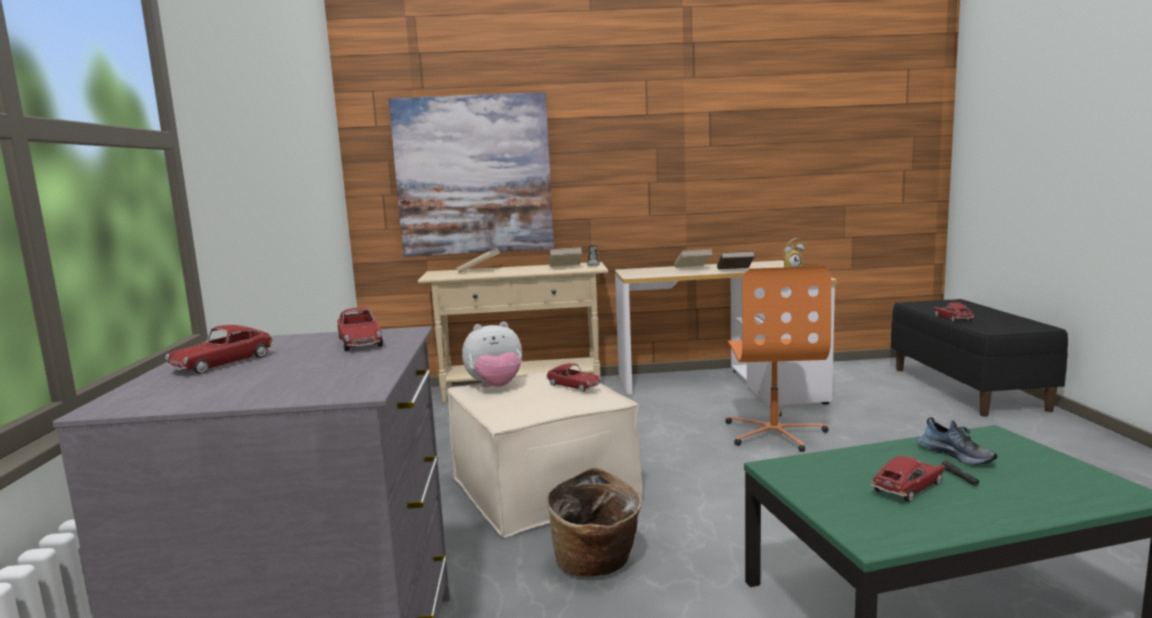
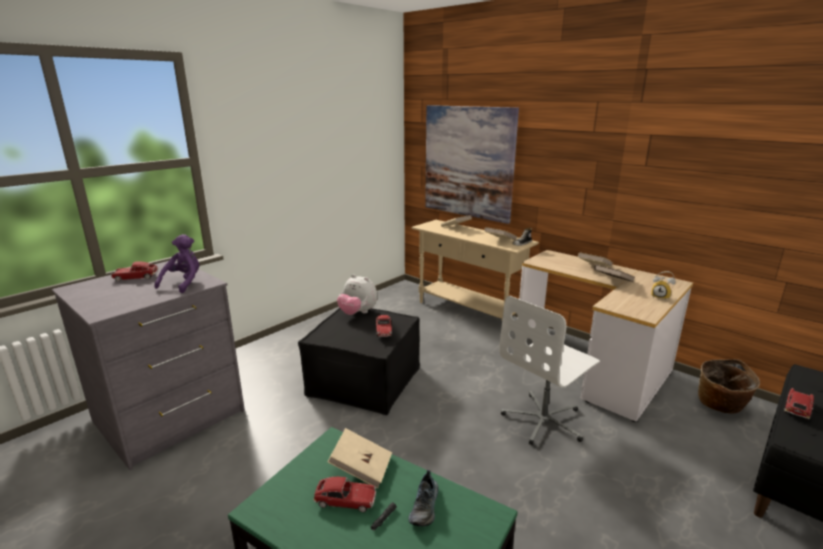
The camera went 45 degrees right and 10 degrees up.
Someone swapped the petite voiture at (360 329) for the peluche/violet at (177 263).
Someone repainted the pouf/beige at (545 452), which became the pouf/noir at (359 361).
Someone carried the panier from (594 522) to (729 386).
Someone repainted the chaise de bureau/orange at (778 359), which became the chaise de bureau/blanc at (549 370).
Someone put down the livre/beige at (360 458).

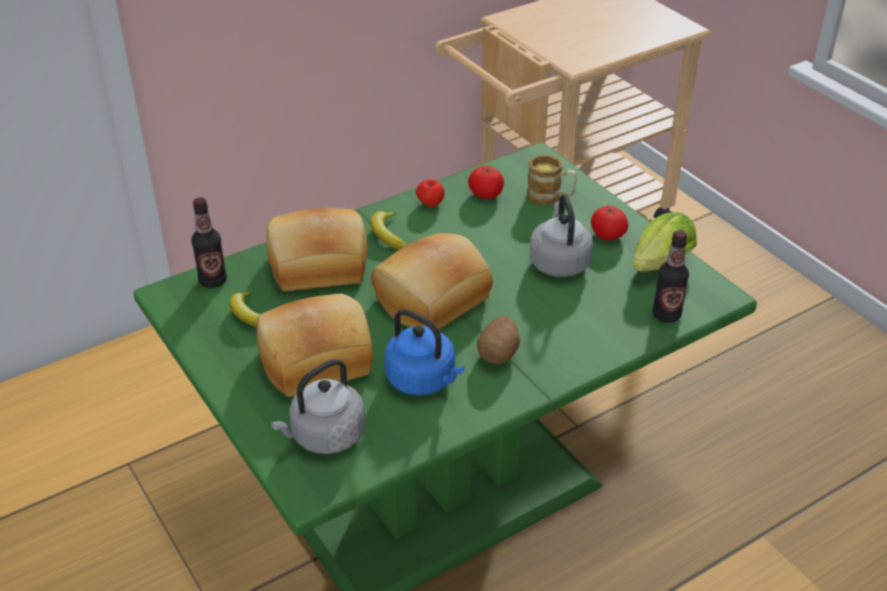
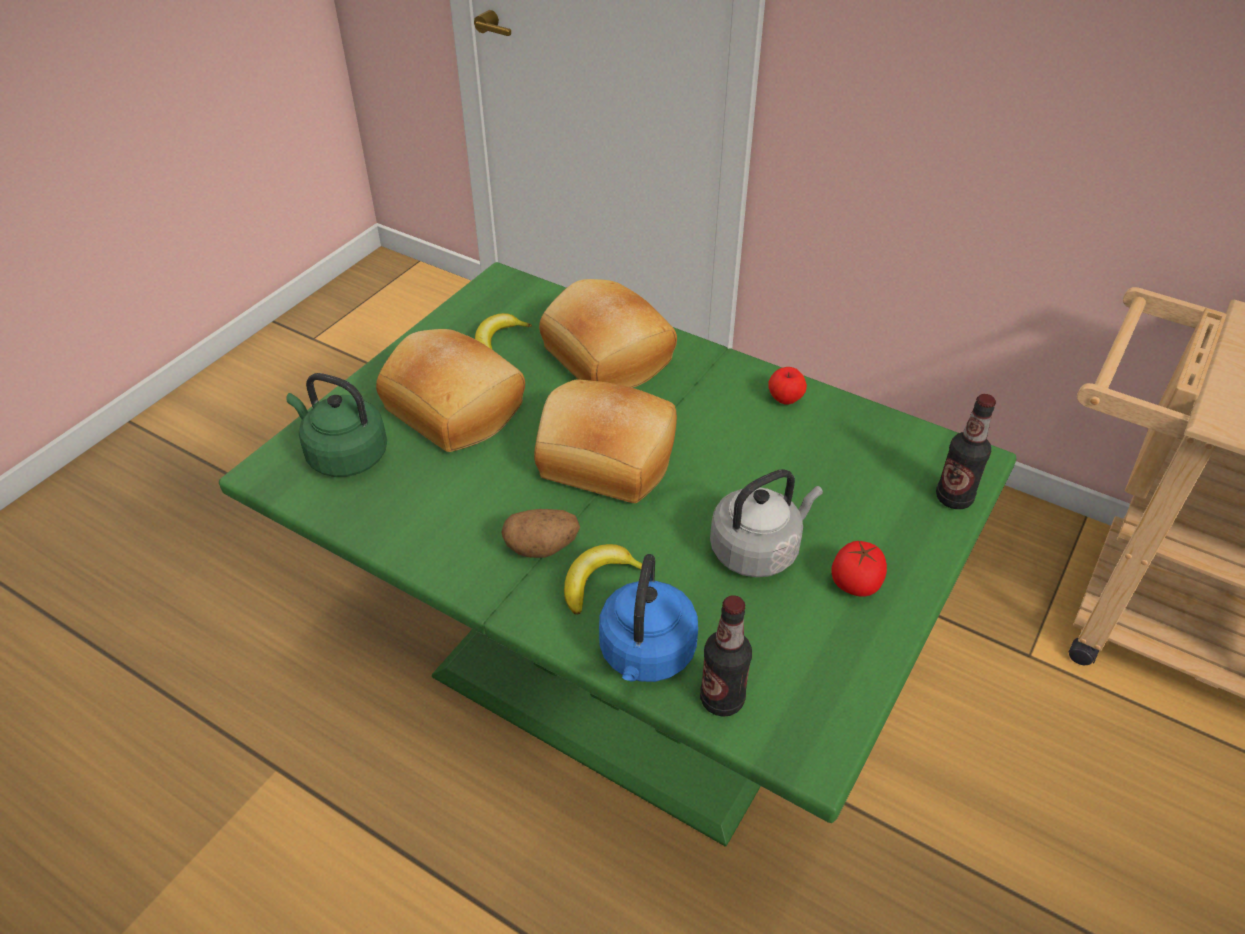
The camera went 65 degrees right and 5 degrees up.
Someone carried the bouteille from (209 242) to (966 451).
Someone repainted the bouilloire/gris at (318 406), which became the bouilloire/vert at (336 425).
Someone carried the banane from (389 230) to (603 579).
Someone carried the bouilloire/bleu from (424 352) to (648 618).
Someone took away the tomate at (486 182).
Someone took away the mug at (552 180).
Someone took away the laitue at (664 242).

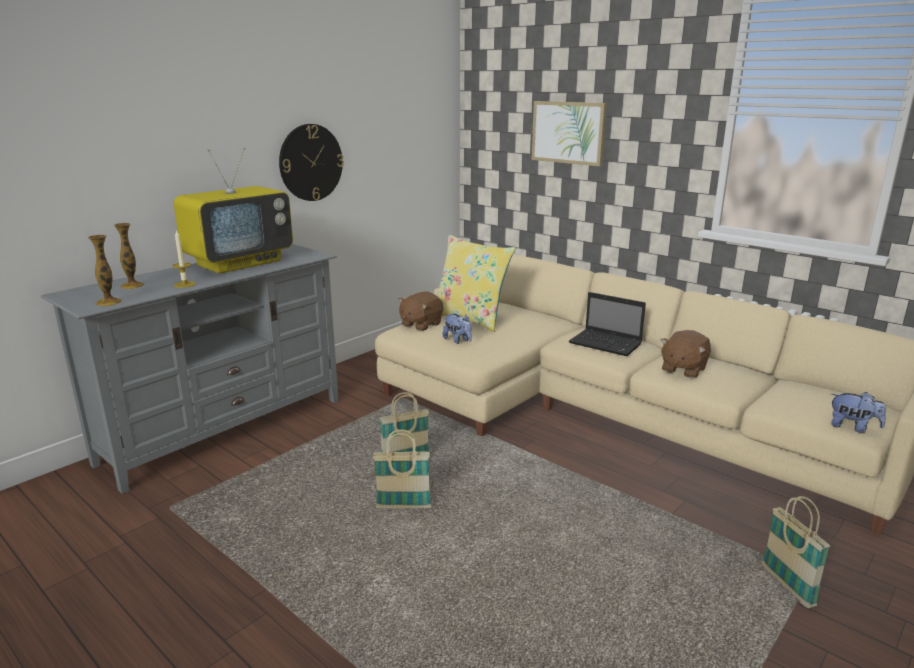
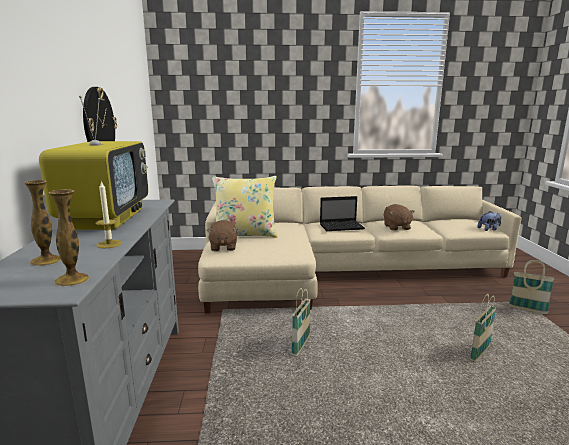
The camera went 45 degrees left and 5 degrees down.
Someone carried the panier from (402 468) to (483 328).
Someone took away the peluche at (457 329).
Someone took away the tableau at (569 133).

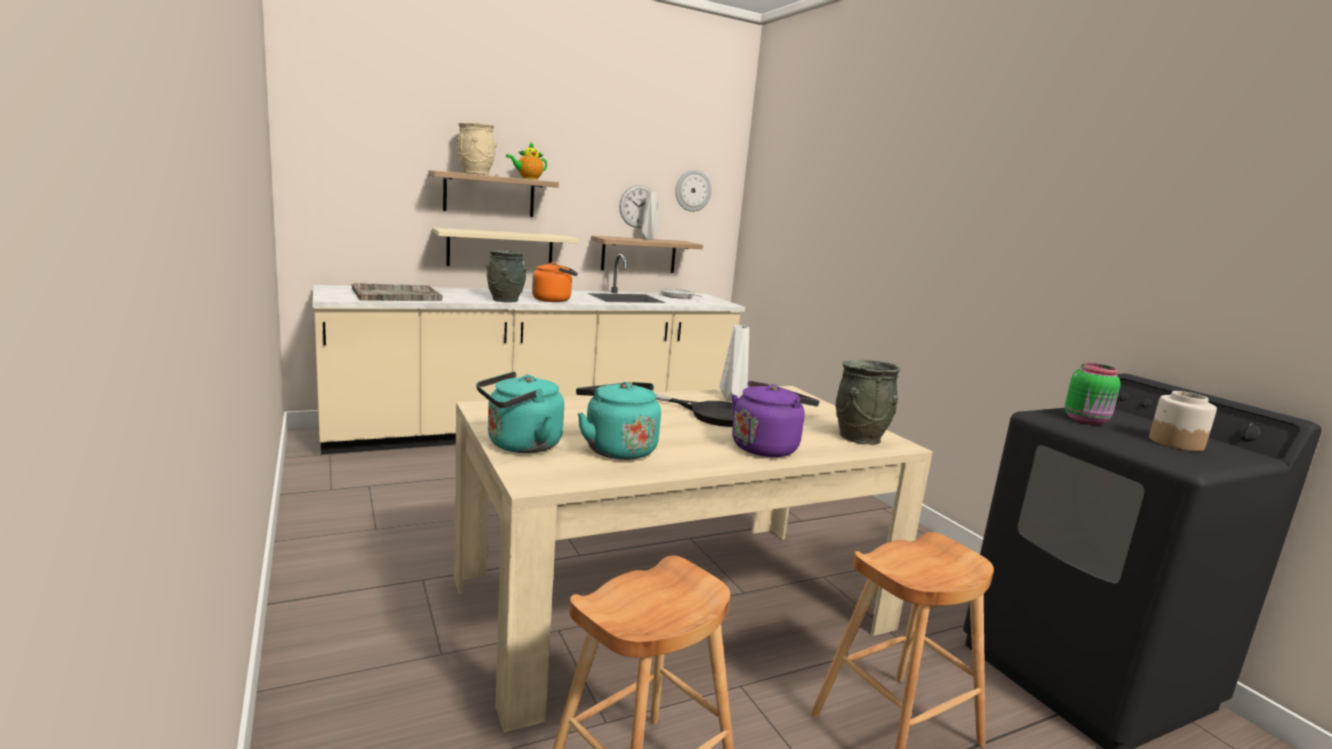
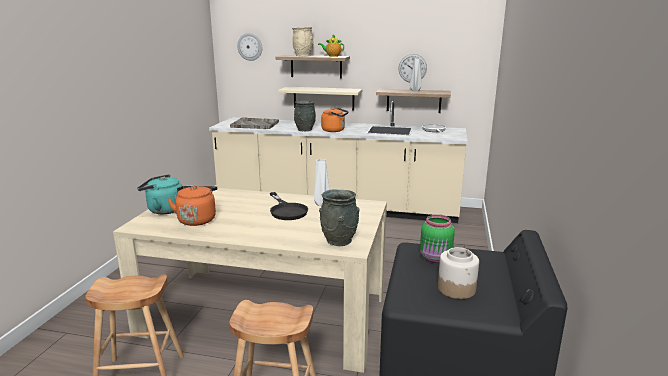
The camera went 40 degrees right and 5 degrees up.
Someone repainted the bouilloire/turquoise at (618 421), which became the bouilloire/orange at (192 206).
Someone carried the horloge murale from (693 191) to (249 47).
Someone took away the bouilloire/violet at (775 419).

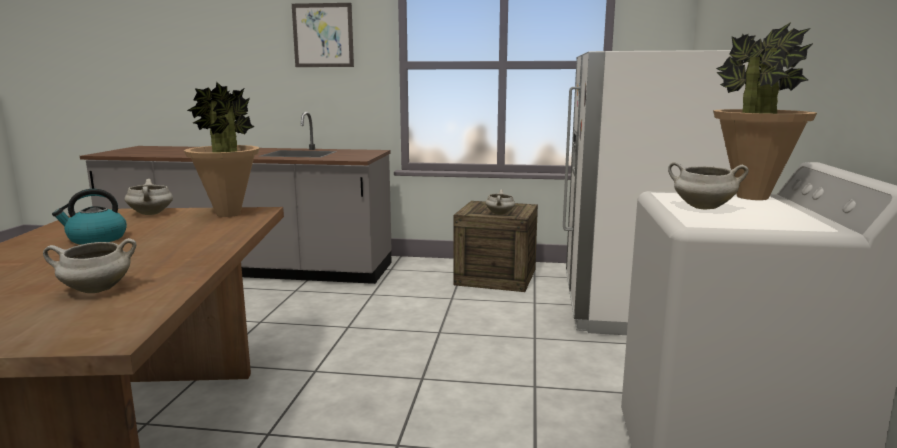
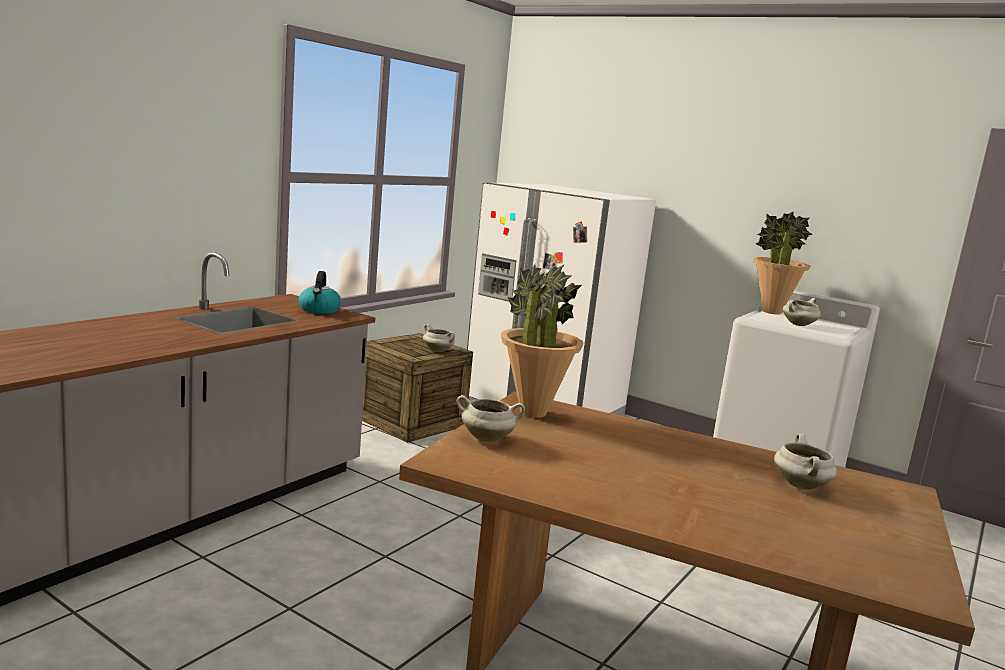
The camera went 65 degrees left and 0 degrees up.
Someone carried the bouilloire from (89 217) to (320 292).
Someone took away the tableau at (323 35).

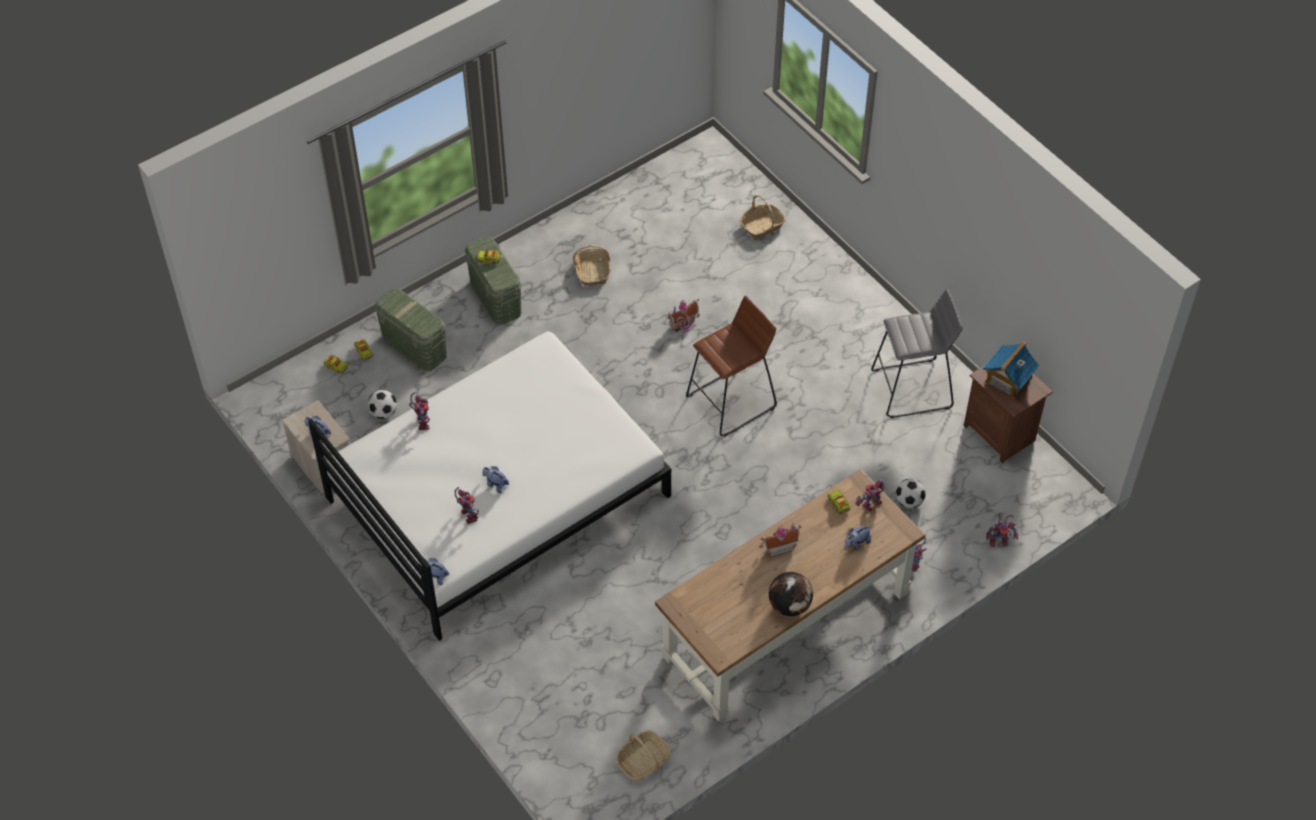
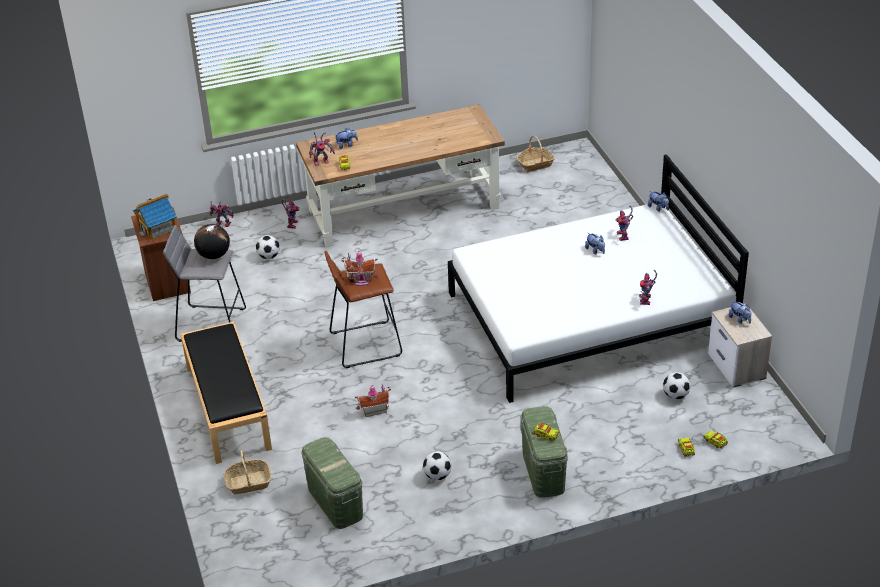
The camera went 160 degrees left and 15 degrees down.
Someone carried the boîte de rangement/vert from (411 330) to (332 483).
Someone swapped the panier at (592 265) for the ballon de foot at (437 465).
Someone carried the maison miniature from (780 540) to (359 268).
Someone carried the globe from (791 594) to (212 241).
Someone put down the banc/noir at (226 393).

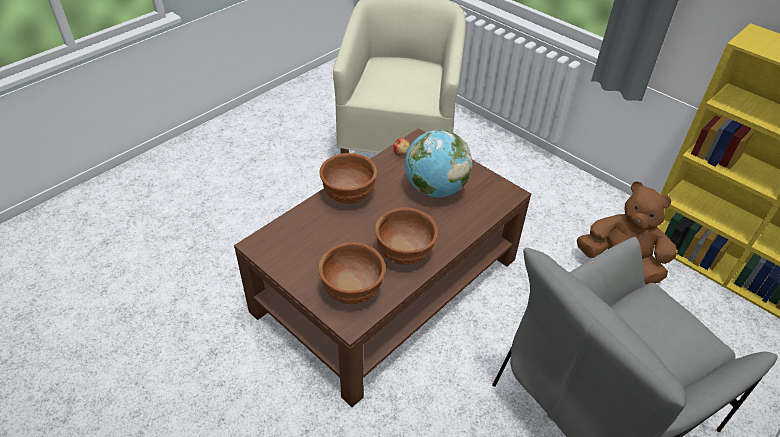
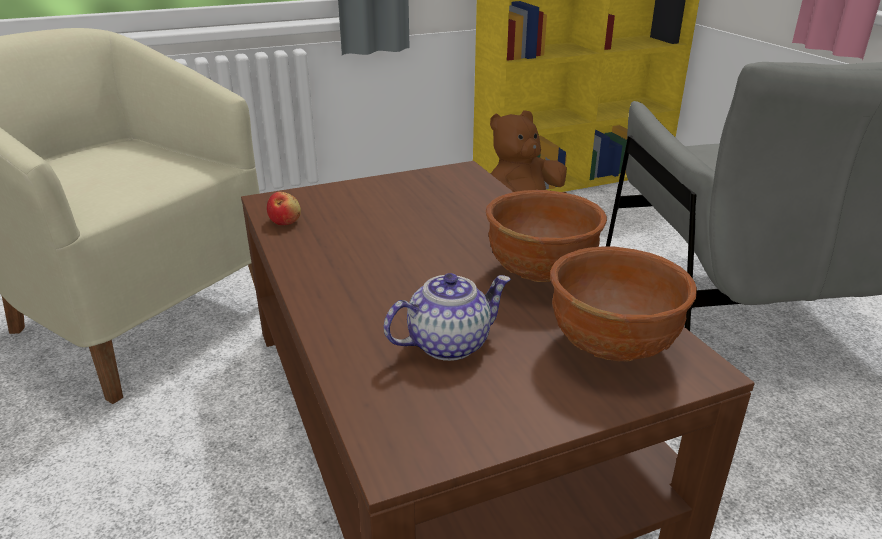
The camera went 65 degrees left and 15 degrees down.
Someone took away the bol/marron at (348 178).
Someone took away the globe at (438 163).
Someone put down the théière at (447 317).

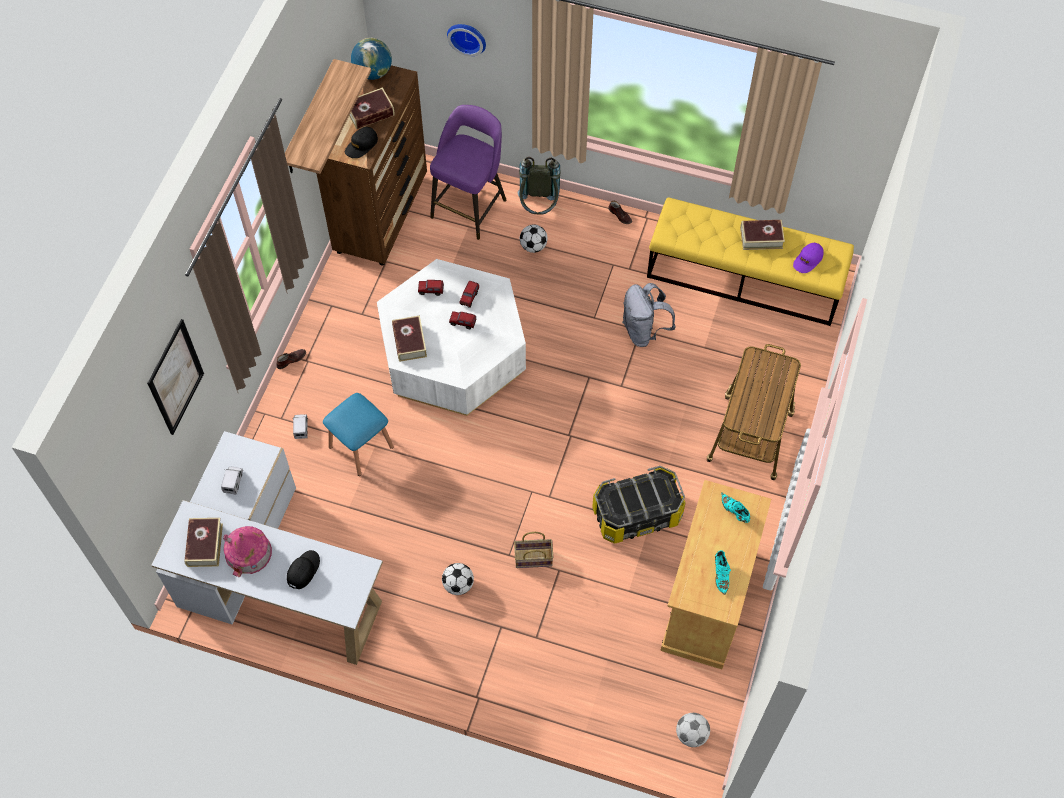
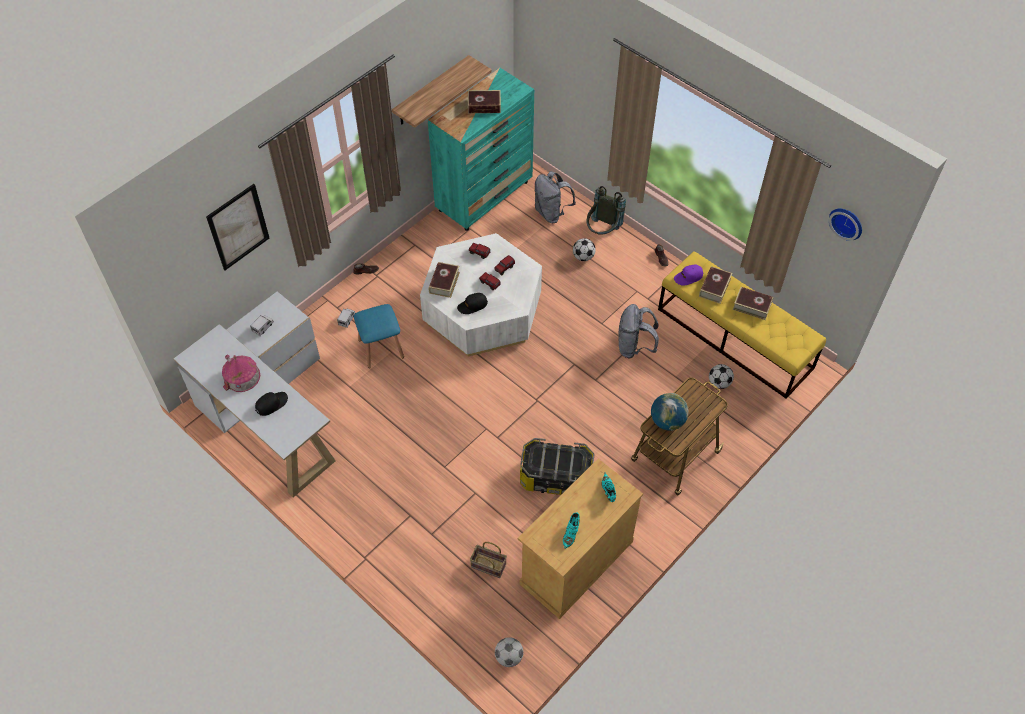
The camera went 25 degrees right and 5 degrees down.
Someone carried the livre from (203 542) to (715 285).
Someone repainted the commode/marron at (371 165), which became the commode/turquoise at (481 149).
Someone carried the casquette/noir from (361 142) to (472 303).
Someone carried the globe from (371 59) to (670 412).
Someone swapped the tabouret/violet at (468 172) for the sac à dos/gris at (555 197).
Someone carried the ballon de foot from (458 579) to (721 376).
Someone carried the horloge murale from (466 40) to (845 224).
Someone carried the panier from (533 550) to (488 560).
Someone carried the casquette/violet from (808 258) to (688 275).

